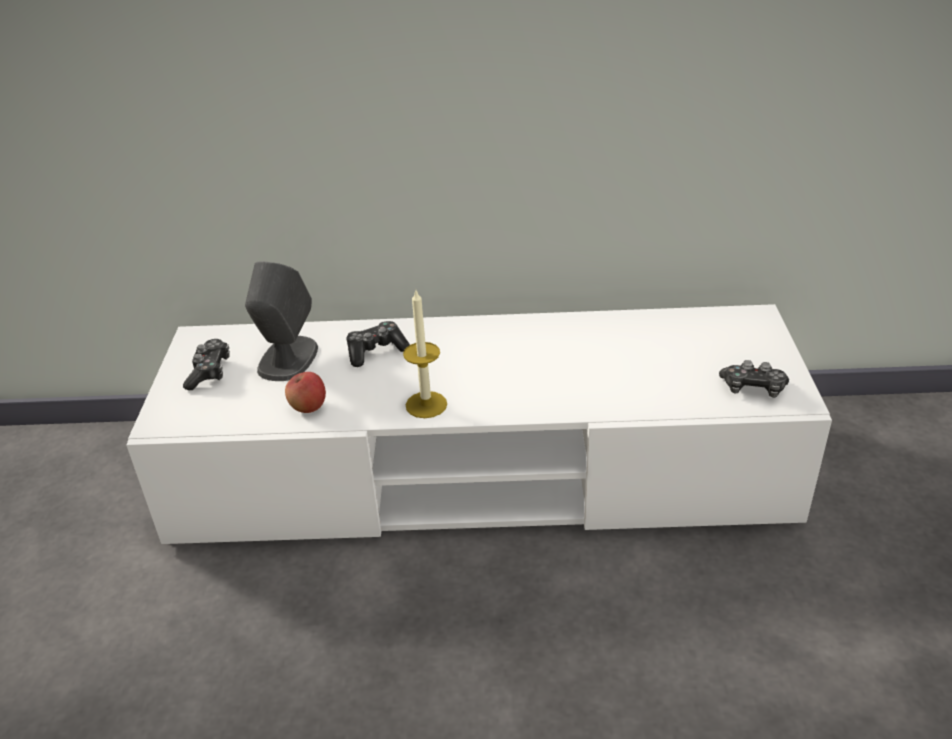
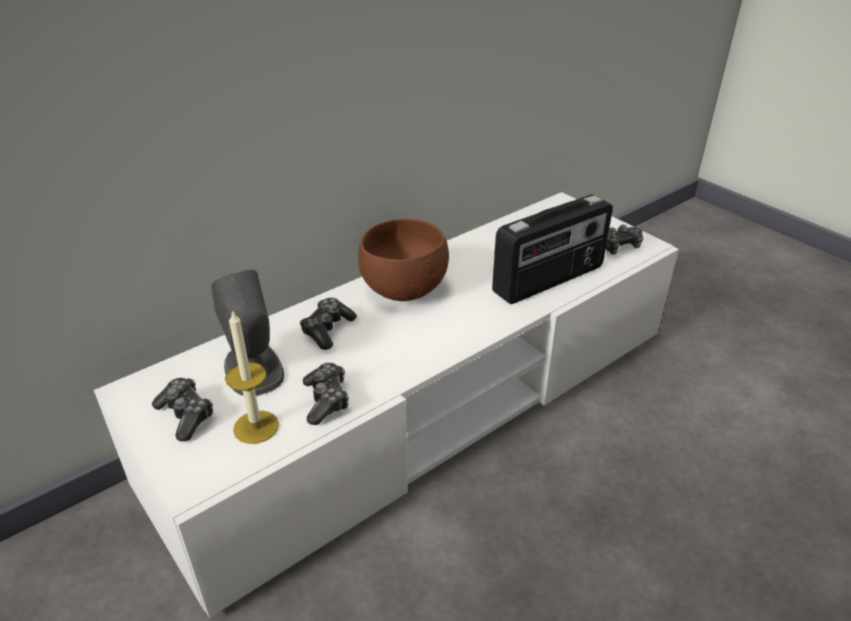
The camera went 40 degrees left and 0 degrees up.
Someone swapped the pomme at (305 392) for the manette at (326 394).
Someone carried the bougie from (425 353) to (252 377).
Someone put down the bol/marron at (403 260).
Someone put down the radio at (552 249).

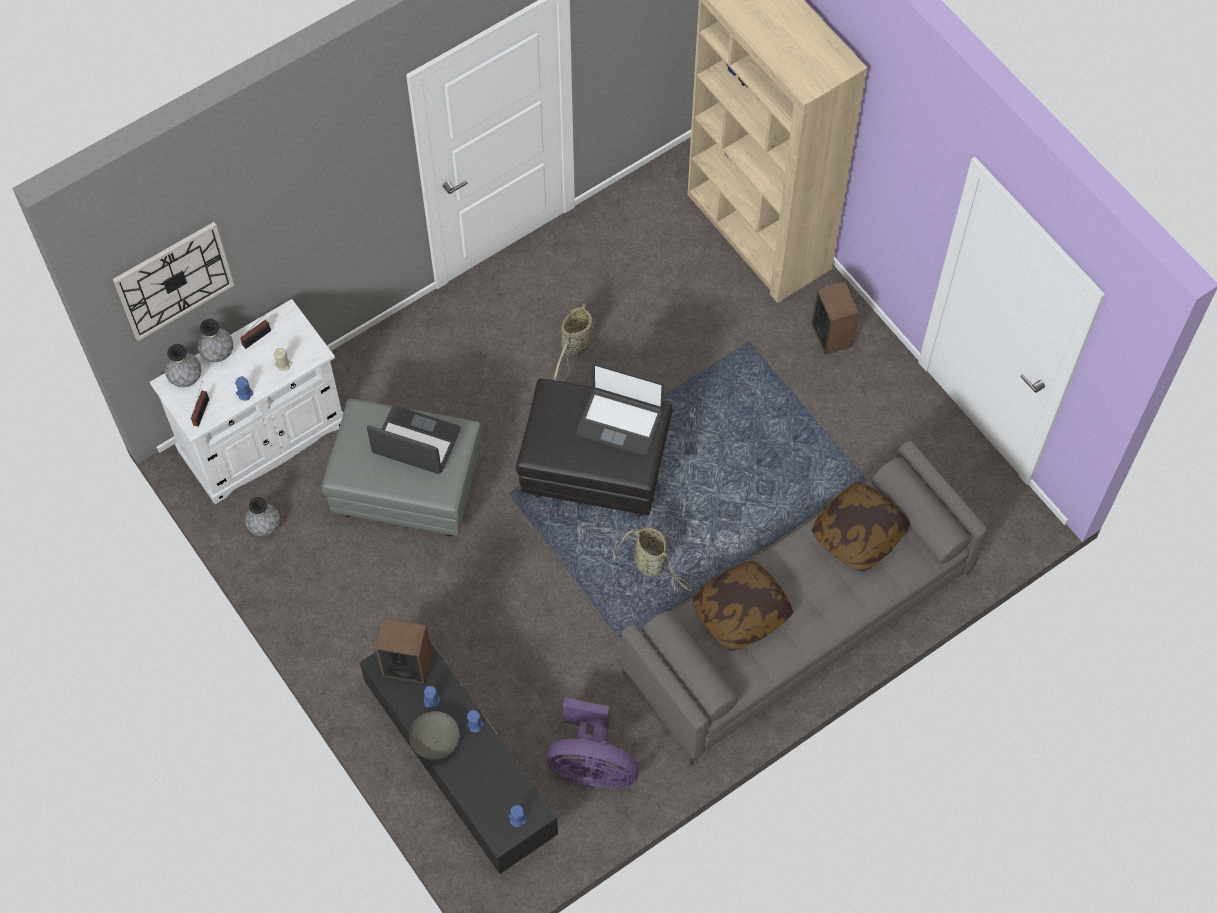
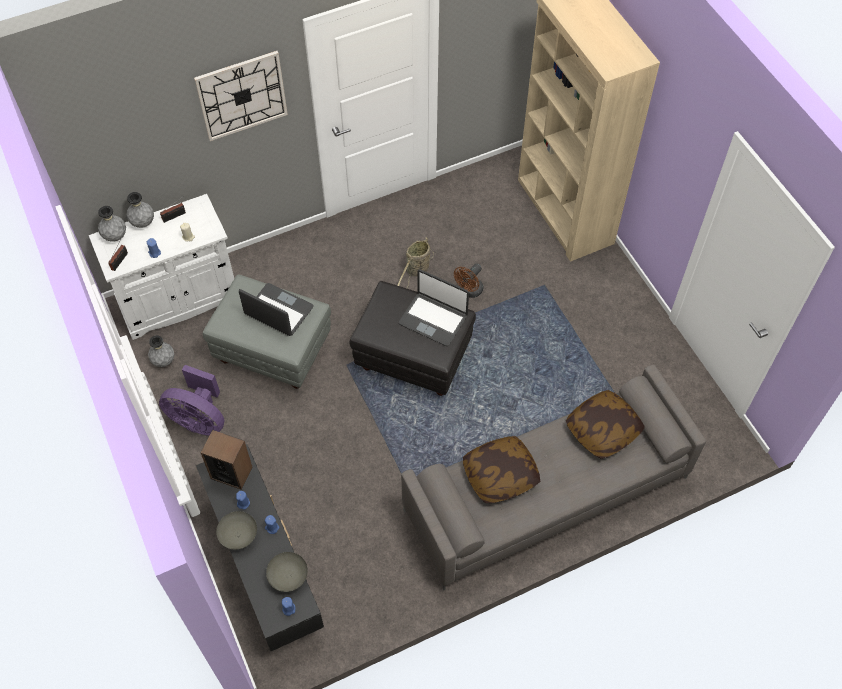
The camera went 10 degrees right and 5 degrees down.
Someone carried the horloge murale from (173 281) to (241 96).
Someone carried the ventilateur/violet from (593 743) to (191 400).
Someone took away the panier at (652 560).
Someone took away the enceinte at (835 318).
Someone put down the bol/gris at (287 572).
Someone put down the ventilateur/marron at (468 280).

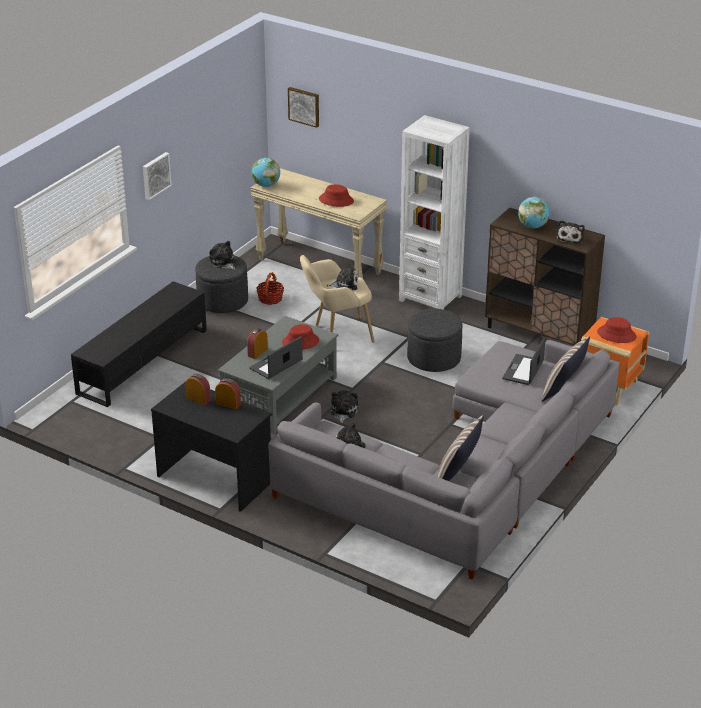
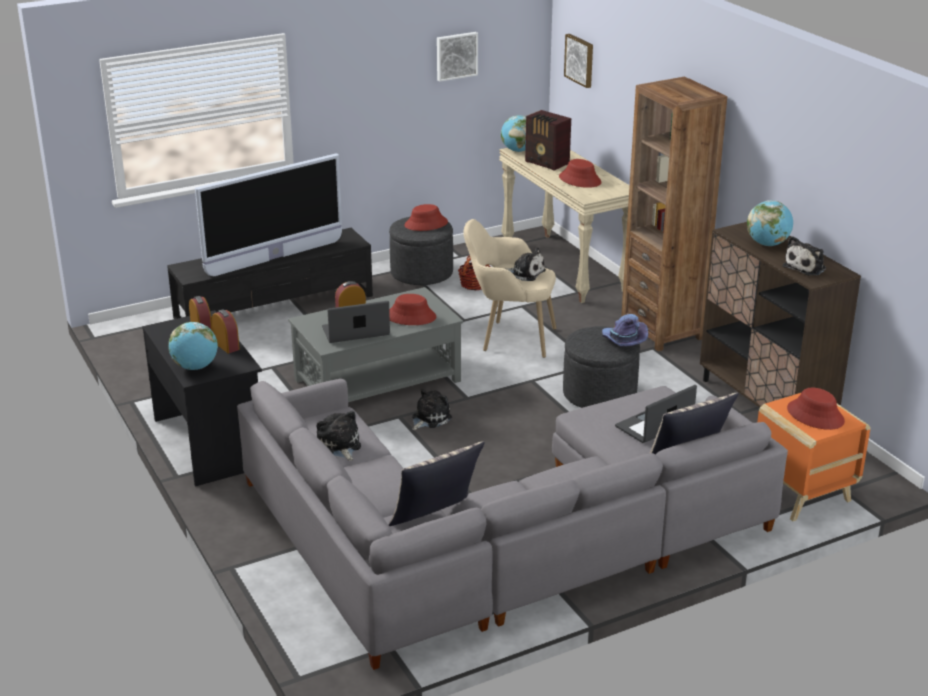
The camera went 30 degrees right and 5 degrees down.
Someone carried the tableau from (157 176) to (457 57).
Someone swapped the peluche at (223 255) for the chapeau/rouge at (426 217).
Someone repainted the bibliothèque/blanc at (434 212), which became the bibliothèque/marron at (674 213).
Someone put down the globe at (193 346).
Someone put down the téléviseur at (268 215).
Someone put down the radio at (548 140).
Someone put down the chapeau/violet at (625 330).

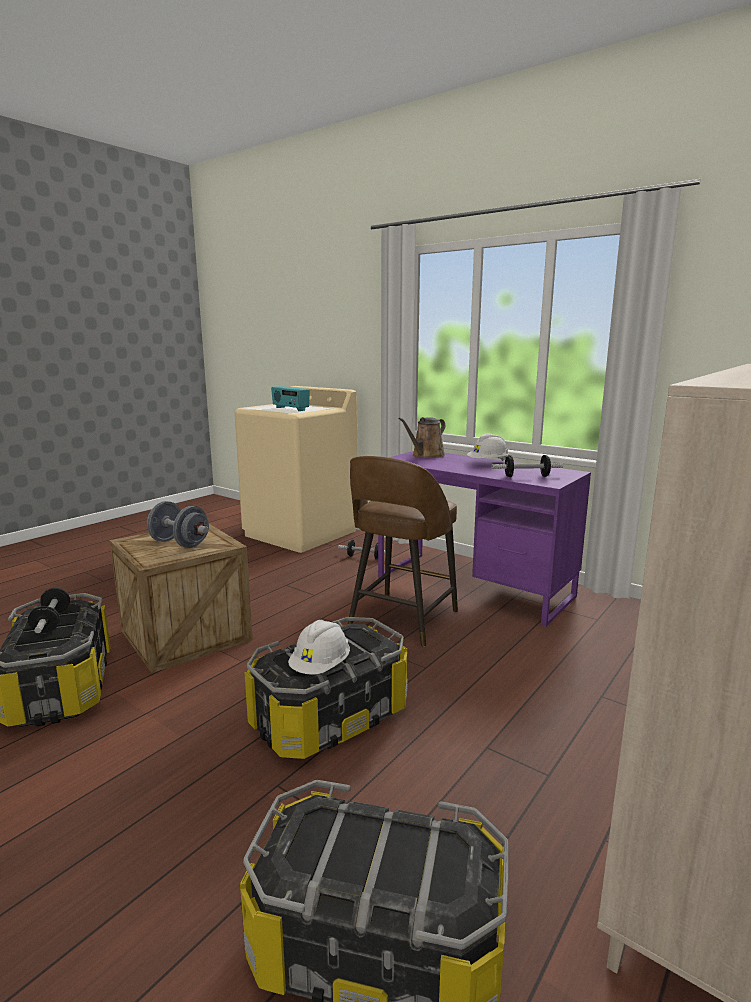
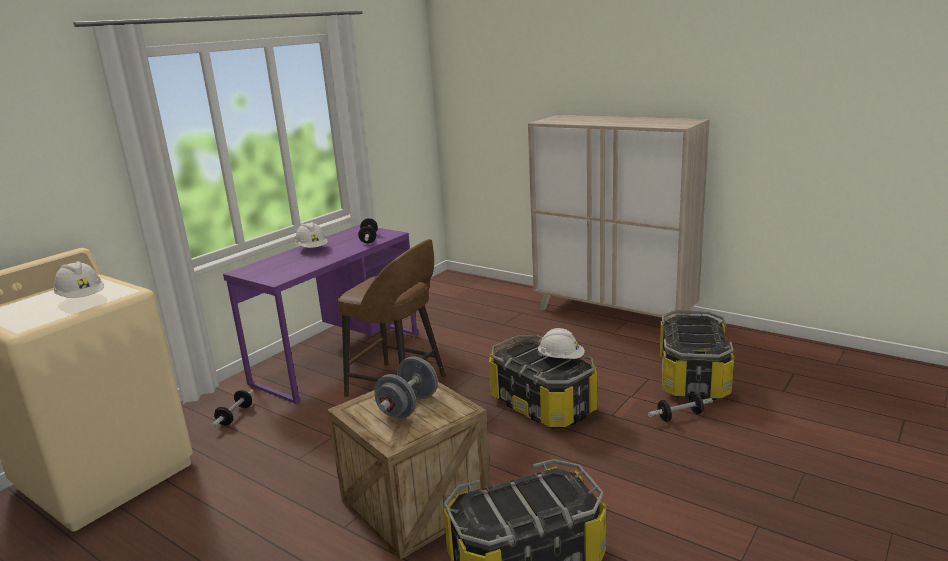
The camera went 90 degrees left and 5 degrees up.
Someone carried the haltère from (49 610) to (680 407).
Someone swapped the radio at (290 398) for the casque de chantier/blanc at (79 279).
Someone took away the arrosoir/marron at (422 437).

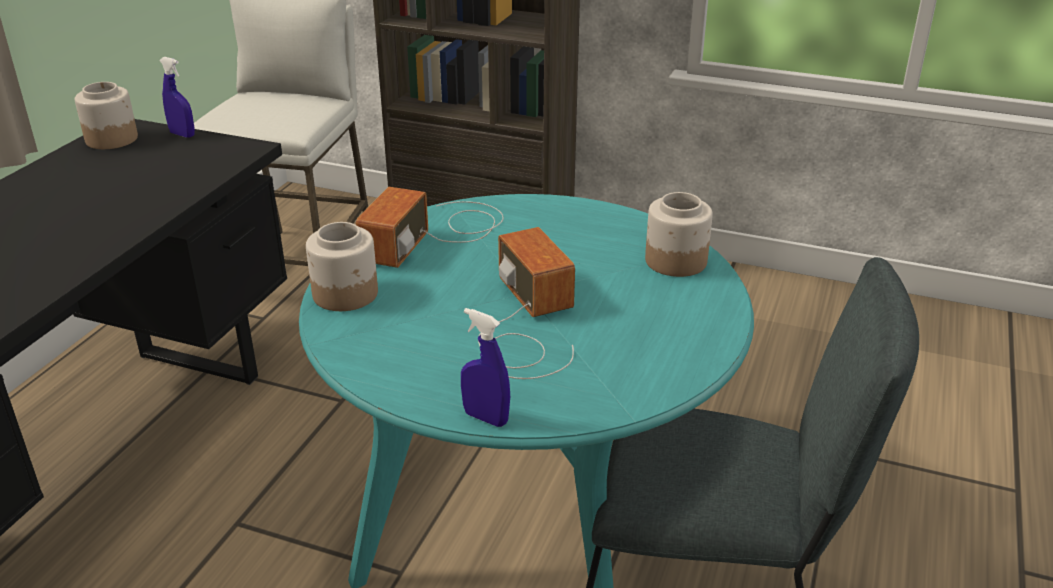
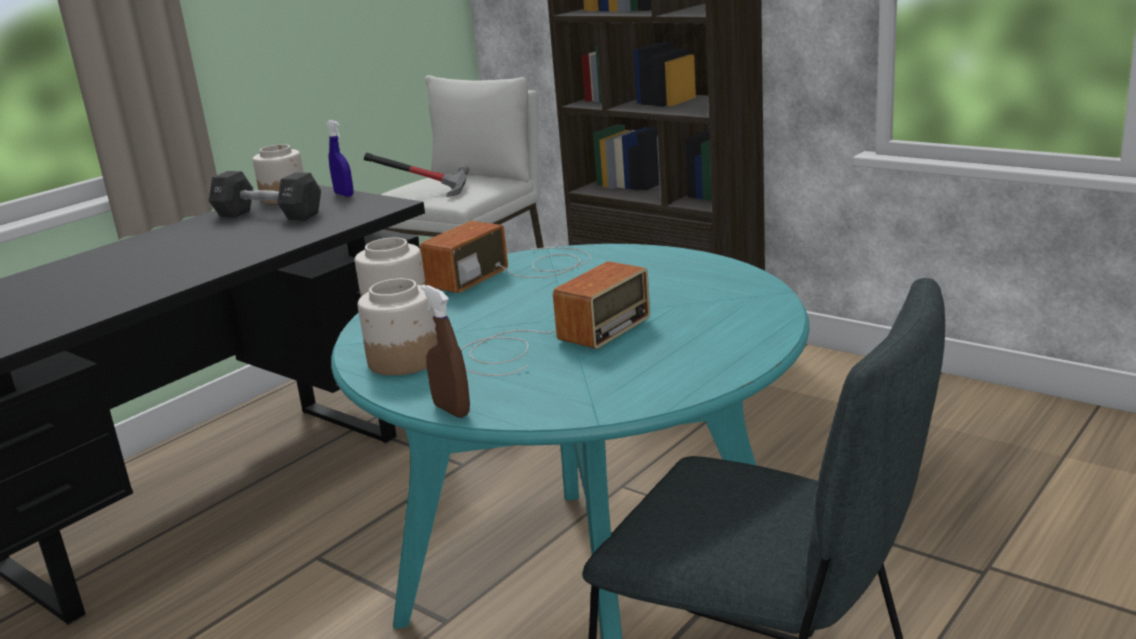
The camera went 20 degrees right and 10 degrees down.
Someone repainted the vaporisateur/bleu at (485 367), which became the vaporisateur/marron at (445 351).
Someone rotated the radio at (526 303) by 45 degrees clockwise.
Someone carried the bocal from (679 234) to (398 327).
Someone put down the haltère/noir at (265 196).
Someone put down the marteau at (417 175).

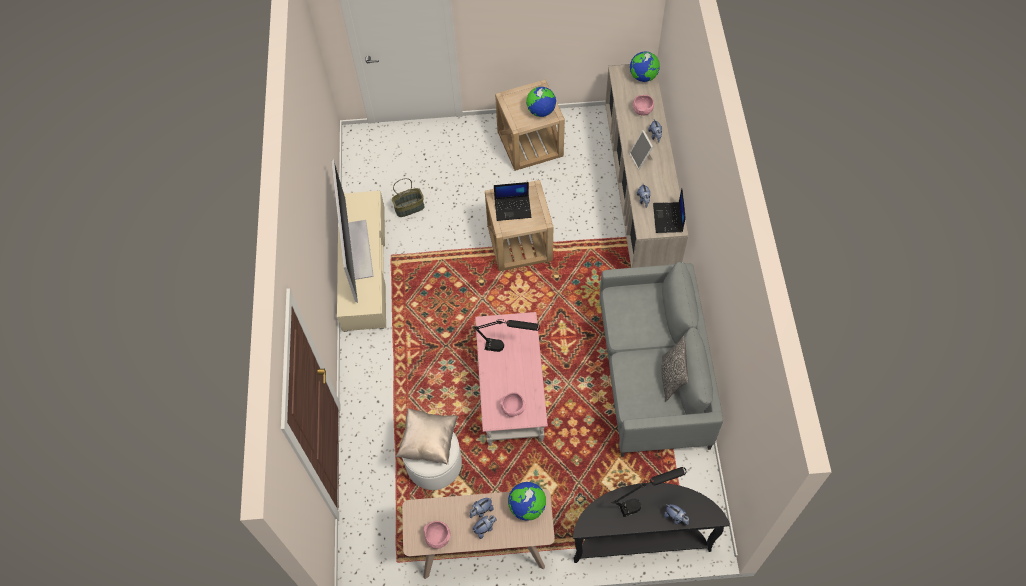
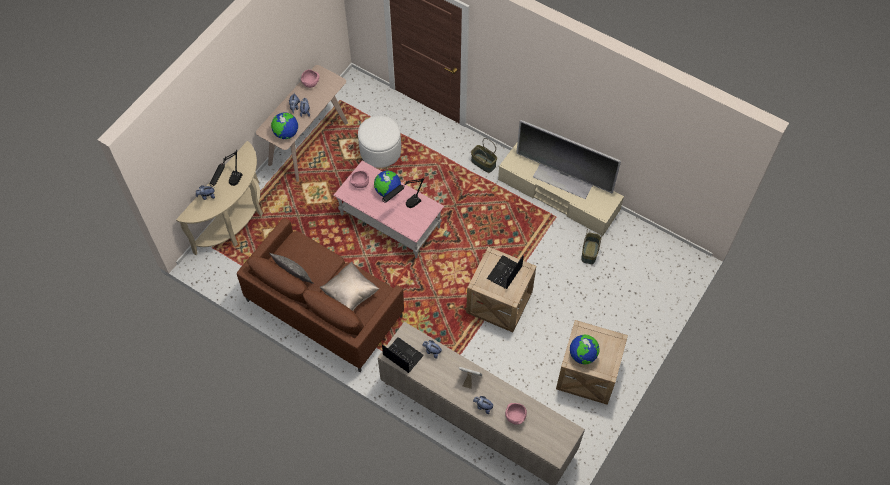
The camera went 125 degrees right and 0 degrees up.
Someone carried the coussin/beige from (427 436) to (349 286).
Someone repainted the table console/noir at (651 523), which became the table console/beige at (219 198).
Someone repainted the canapé/gris at (661 359), which became the canapé/marron at (320 295).
Someone carried the globe from (645 66) to (387 184).
Someone put down the panier at (484 155).

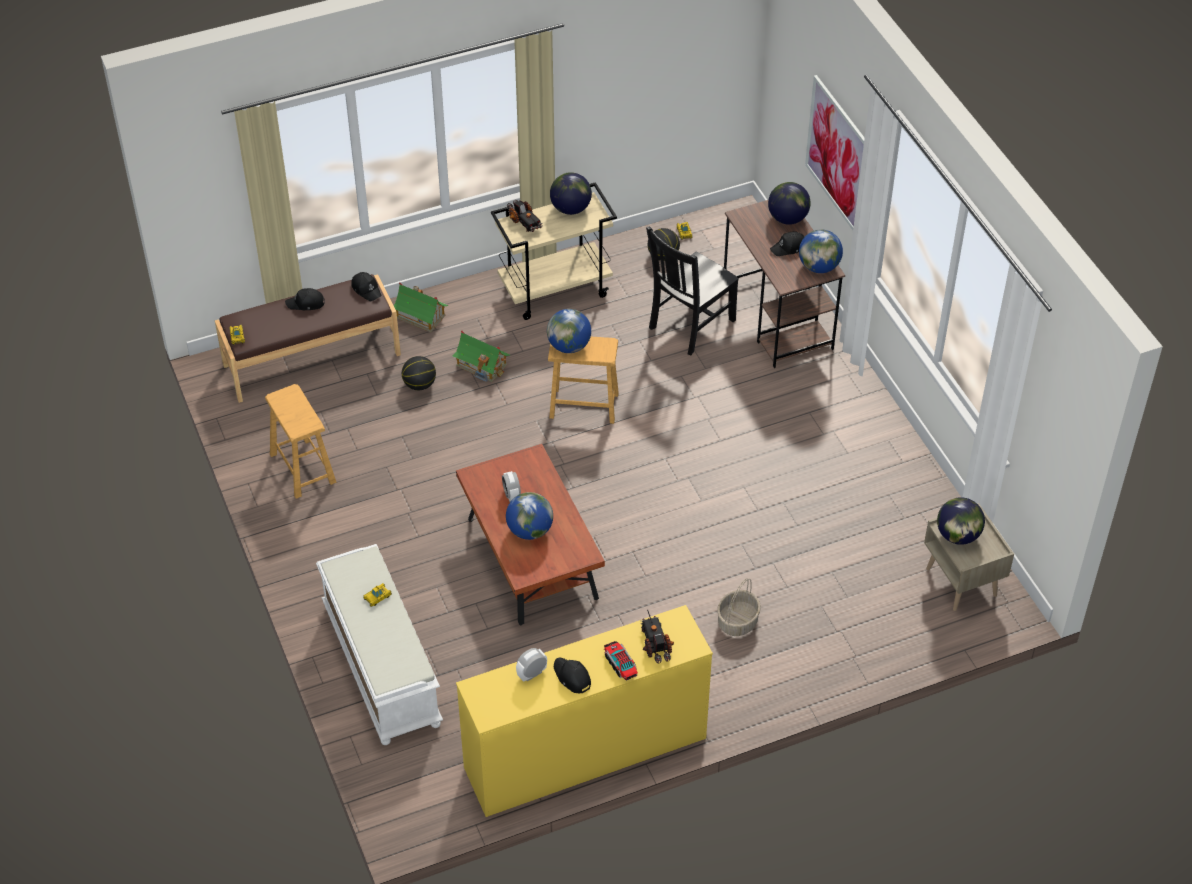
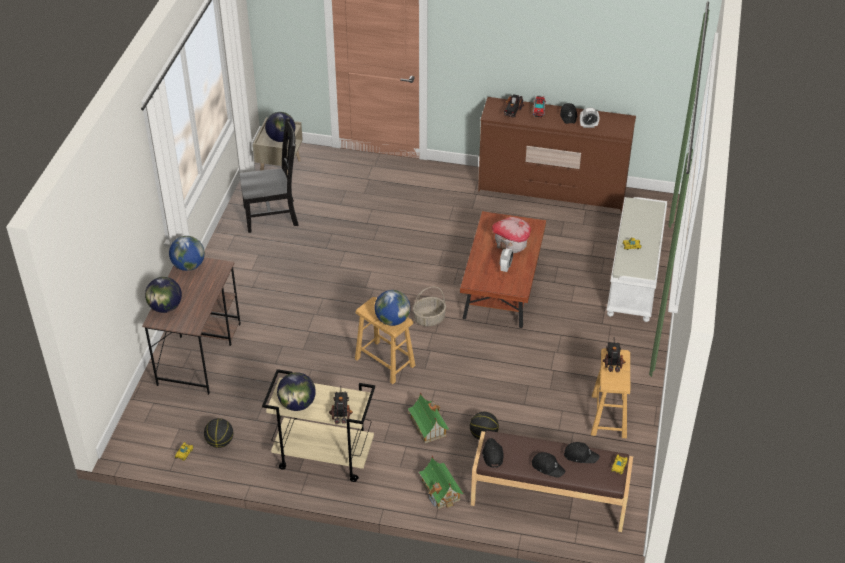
The camera went 145 degrees left and 5 degrees down.
Someone repainted the commode/jaune at (584 711), which became the commode/marron at (557 154).
Someone swapped the globe at (529 516) for the maison miniature at (511 235).
Someone carried the chaise/noir from (692 291) to (269 175).
Someone carried the panier from (739 607) to (429 306).
Someone carried the casquette/noir from (787 243) to (582 452).
Someone took away the tableau at (835 152).
Someone put down the camion jouet at (613 355).

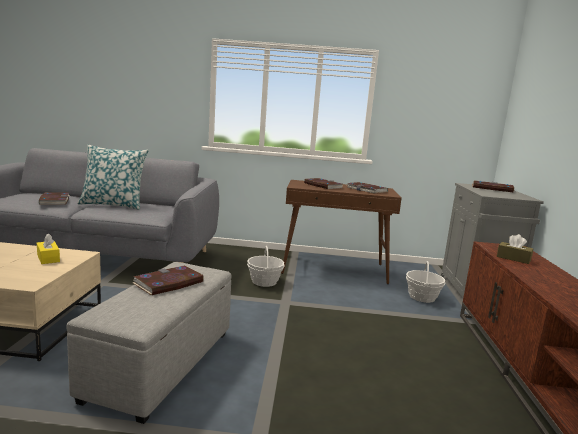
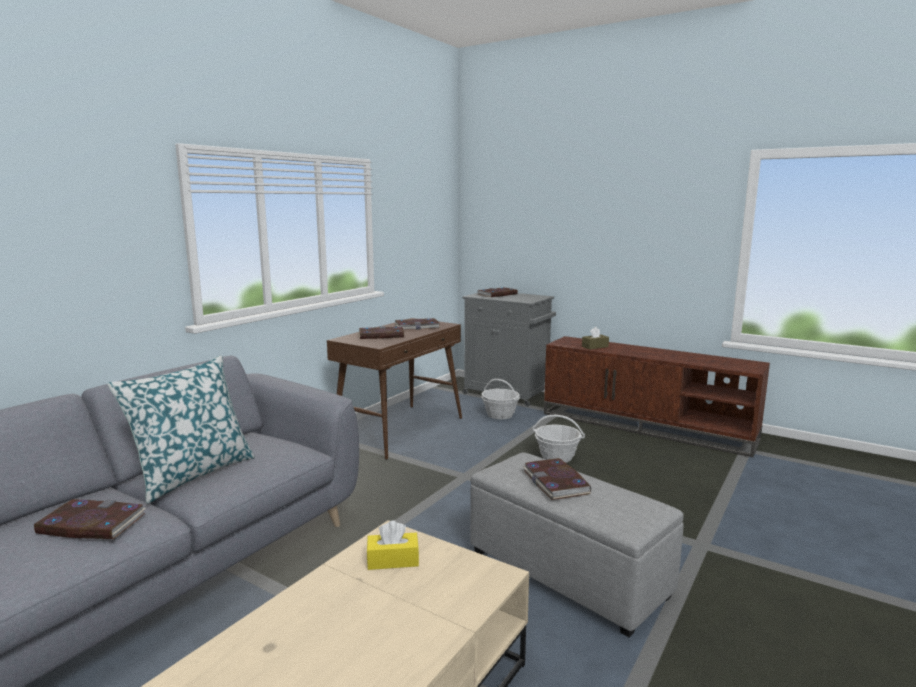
The camera went 60 degrees left and 0 degrees up.
Someone carried the panier from (266 266) to (558 439).

